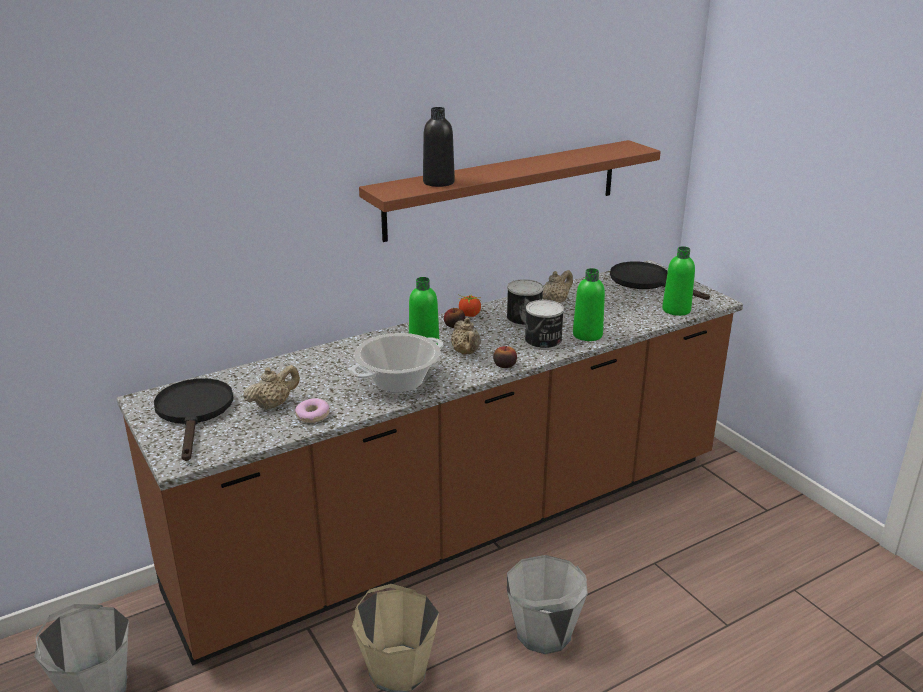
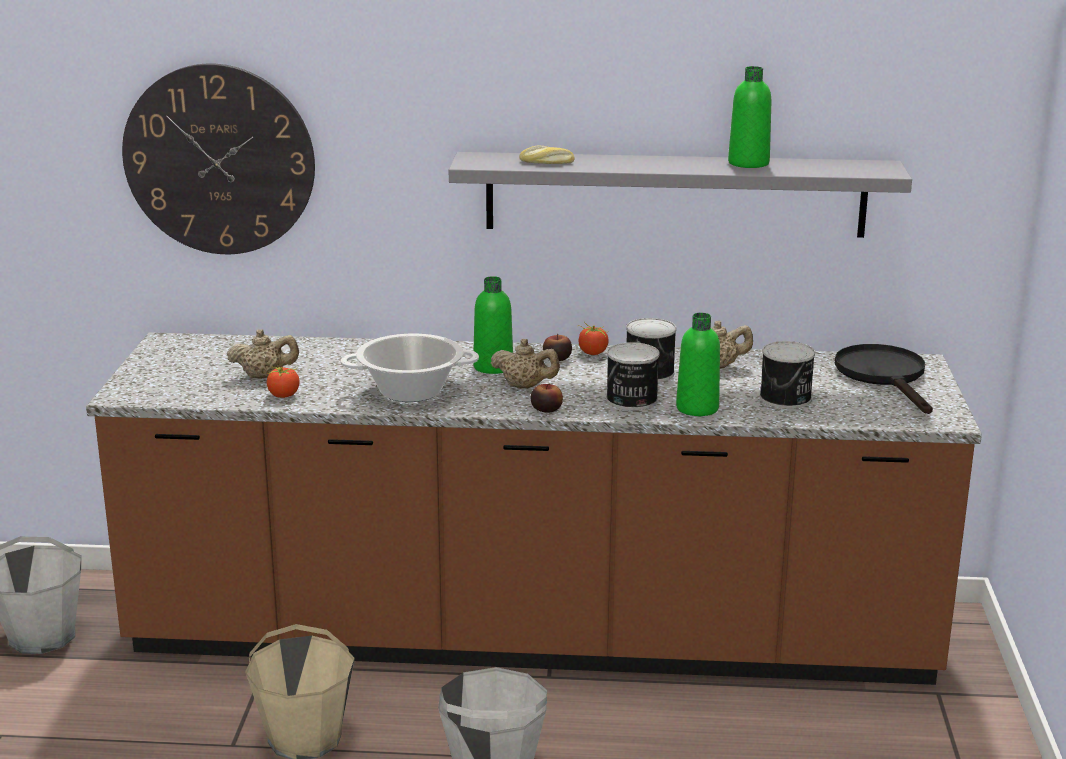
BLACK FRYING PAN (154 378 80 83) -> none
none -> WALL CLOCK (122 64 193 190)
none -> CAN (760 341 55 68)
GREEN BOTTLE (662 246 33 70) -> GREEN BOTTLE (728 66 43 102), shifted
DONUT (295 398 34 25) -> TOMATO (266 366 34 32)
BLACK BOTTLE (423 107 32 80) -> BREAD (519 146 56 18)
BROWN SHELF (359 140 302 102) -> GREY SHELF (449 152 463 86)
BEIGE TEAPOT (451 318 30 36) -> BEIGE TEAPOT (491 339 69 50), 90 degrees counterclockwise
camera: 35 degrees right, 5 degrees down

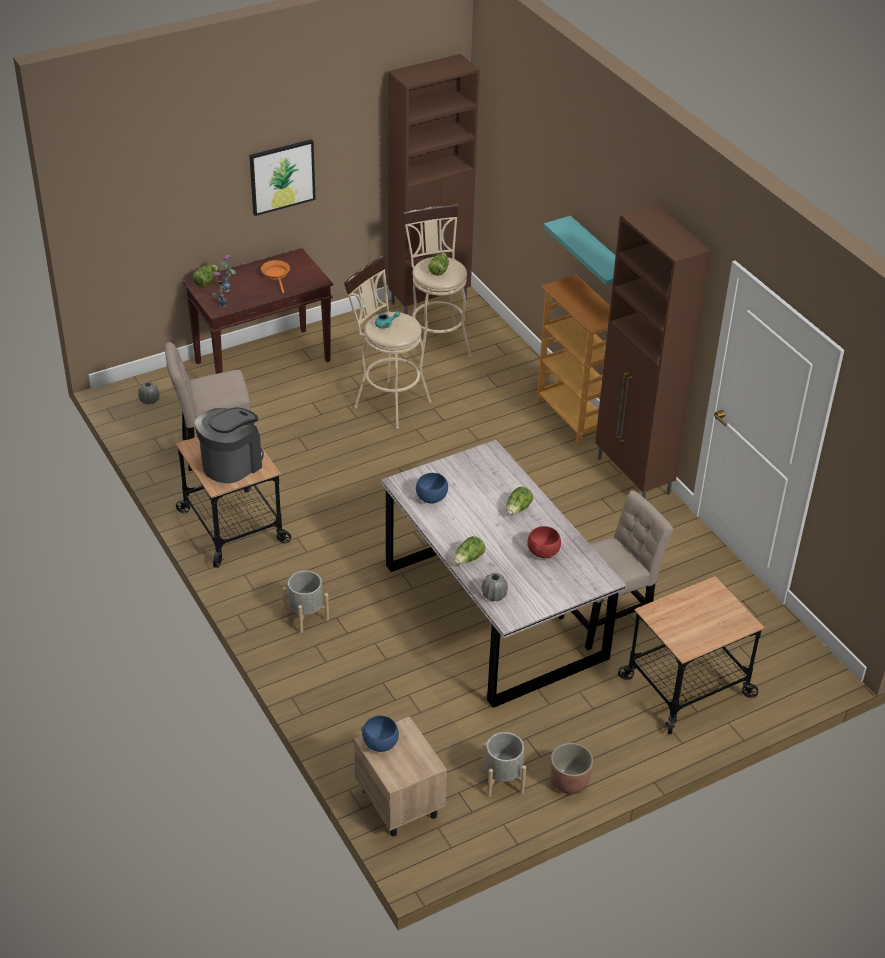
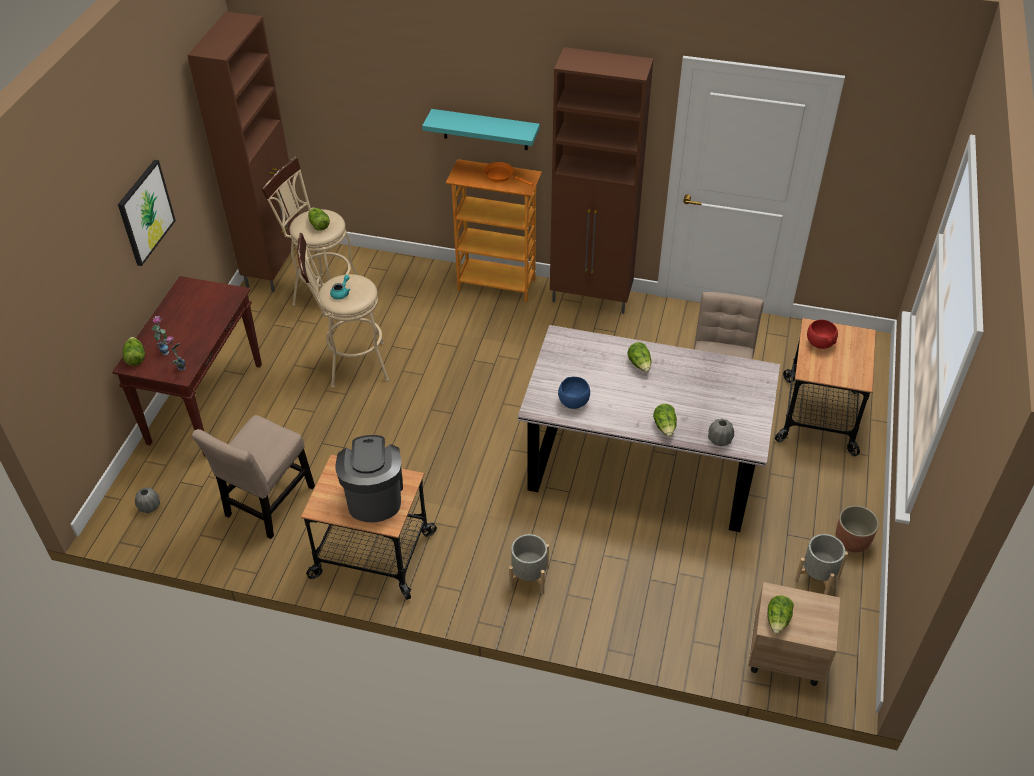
ORANGE FRYING PAN (261 260 29 33) -> ORANGE FRYING PAN (484 162 49 24), shifted
RED BOWL (527 526 34 33) -> RED BOWL (807 320 31 29), shifted
BLUE BOWL (361 716 38 36) -> LETTUCE (767 595 27 39)
camera: 45 degrees left, 5 degrees up

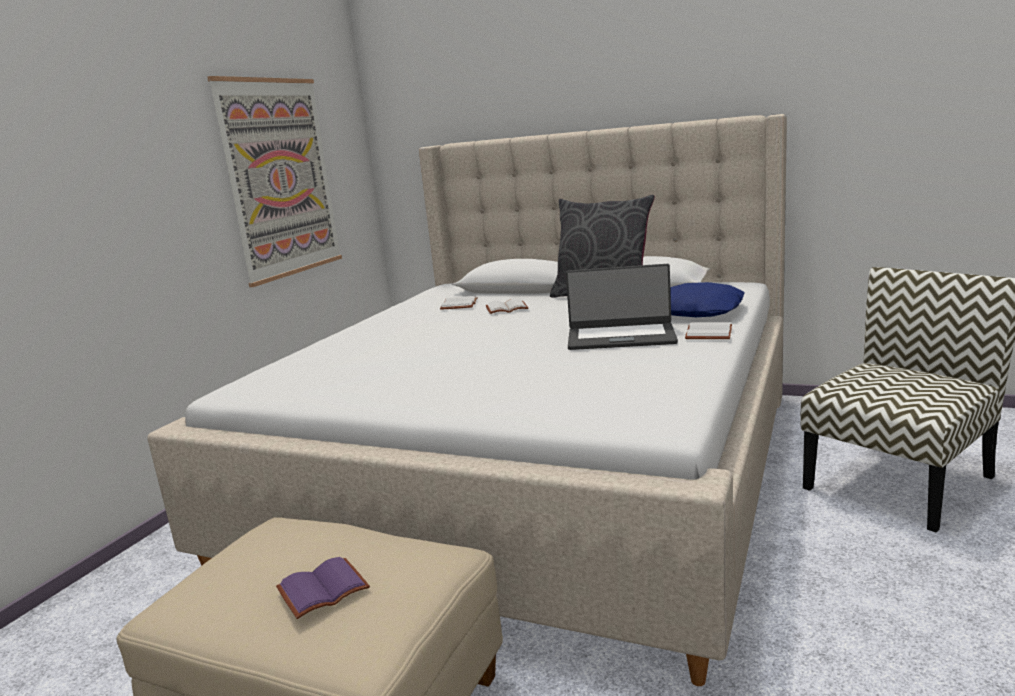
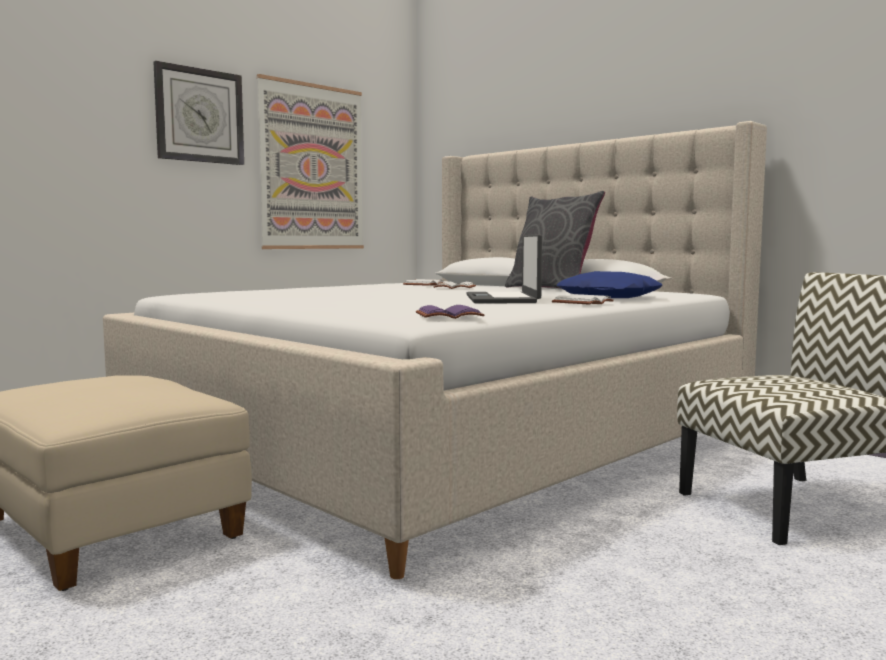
none -> WALL CLOCK (153 61 91 104)
PURPLE BOOK (276 557 94 62) -> PURPLE BOOK (416 305 68 14), shifted
LAPTOP (566 264 112 86) -> LAPTOP (466 234 76 69), 60 degrees clockwise
camera: 20 degrees right, 10 degrees down

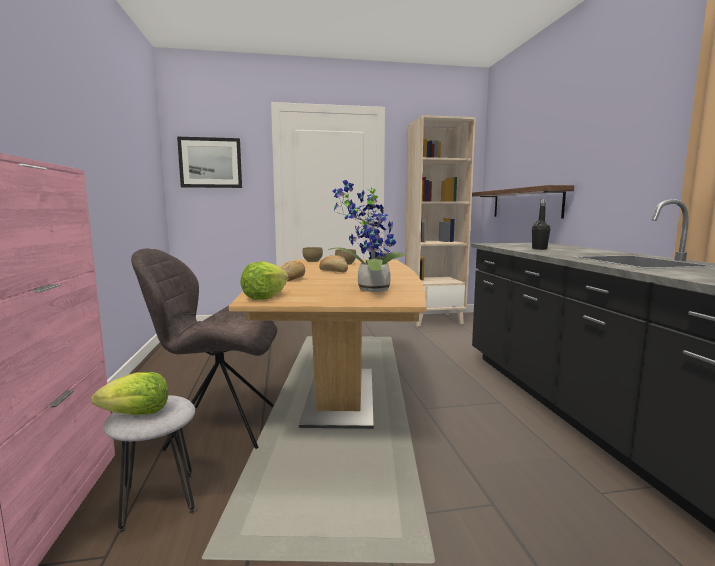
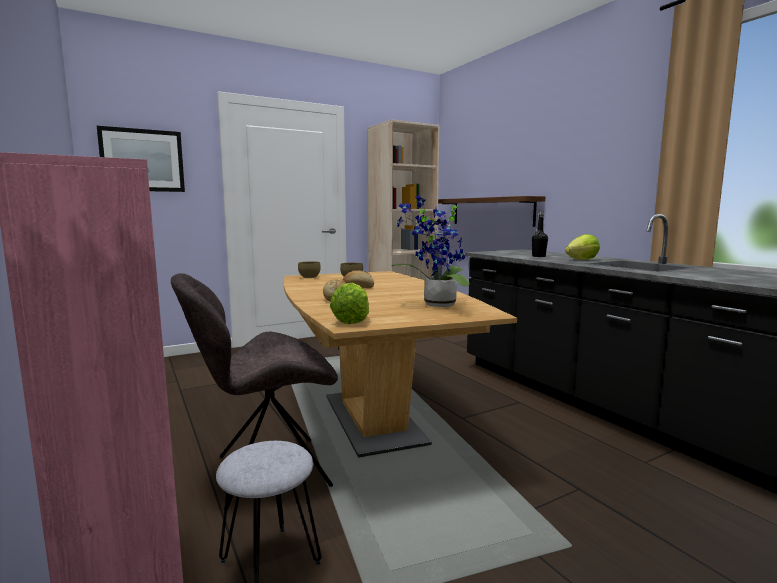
LETTUCE (91 372 78 43) -> LETTUCE (565 234 35 26), shifted
camera: 20 degrees left, 0 degrees up

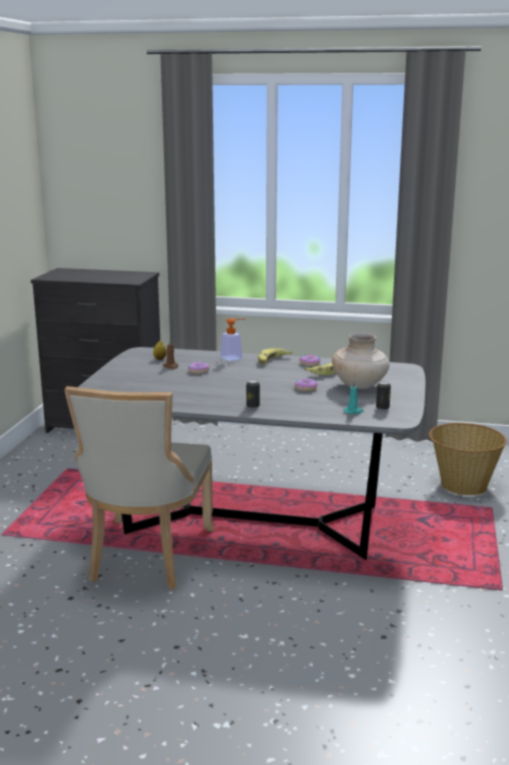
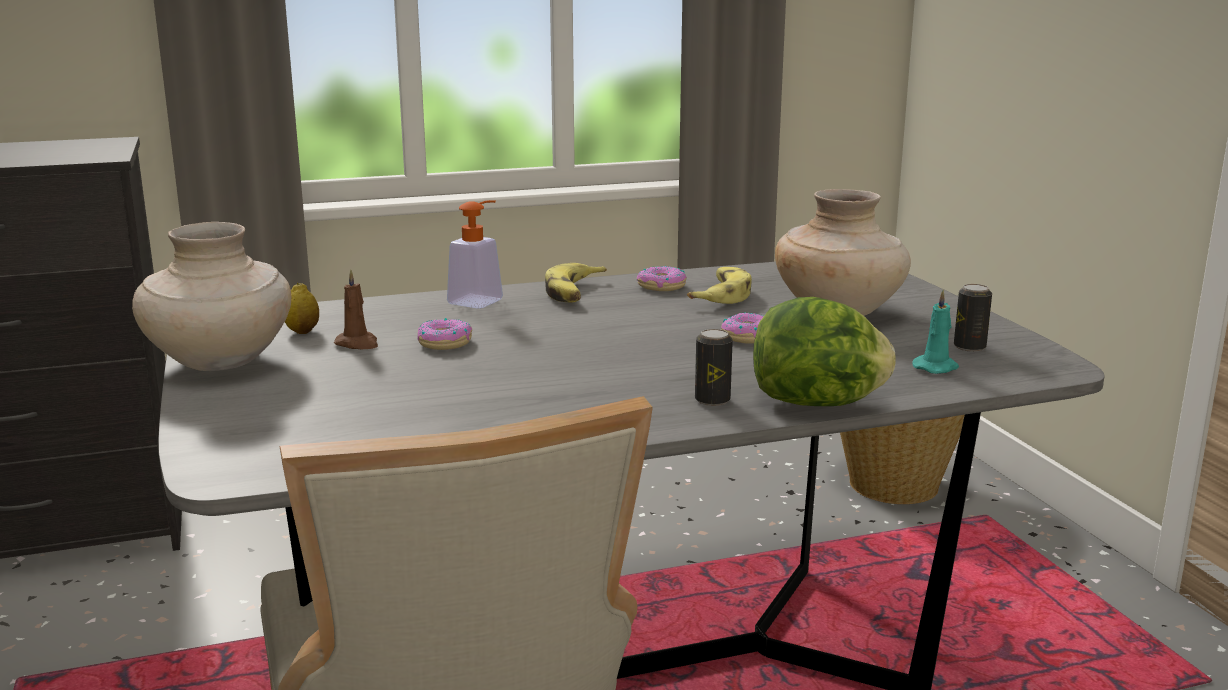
none -> BEIGE VASE (132 222 159 149)
none -> LETTUCE (753 297 143 109)
camera: 30 degrees left, 0 degrees up

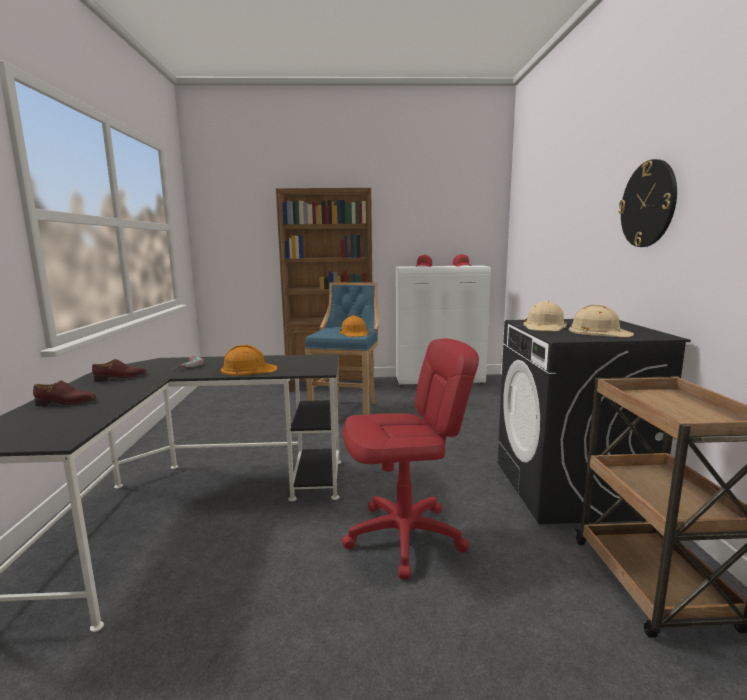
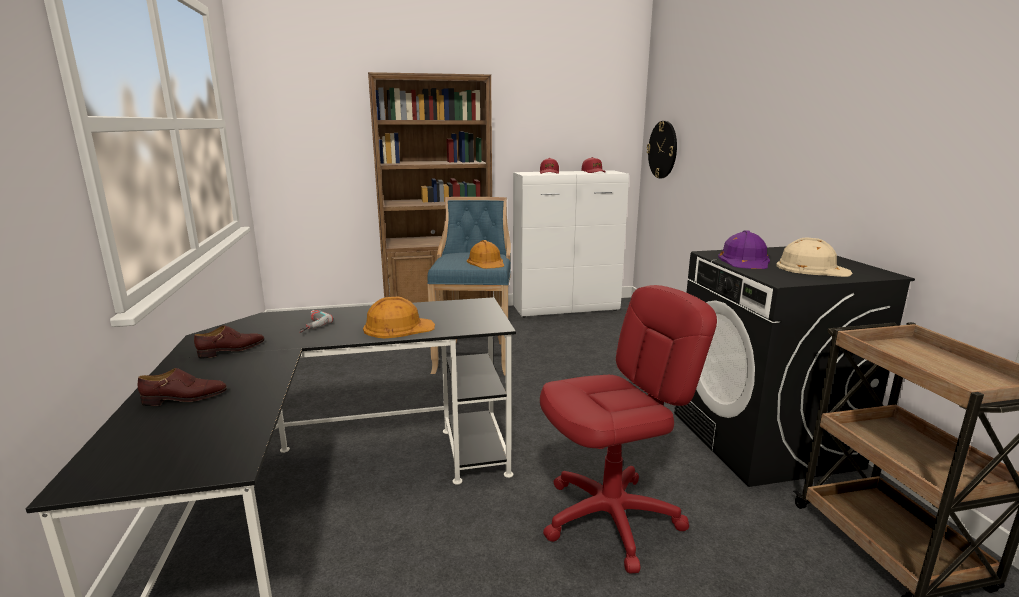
WALL CLOCK (619 159 58 88) -> WALL CLOCK (647 121 30 57), shifted
BEIGE HARD HAT (523 300 44 31) -> PURPLE HARD HAT (718 230 52 39)
camera: 10 degrees left, 5 degrees up

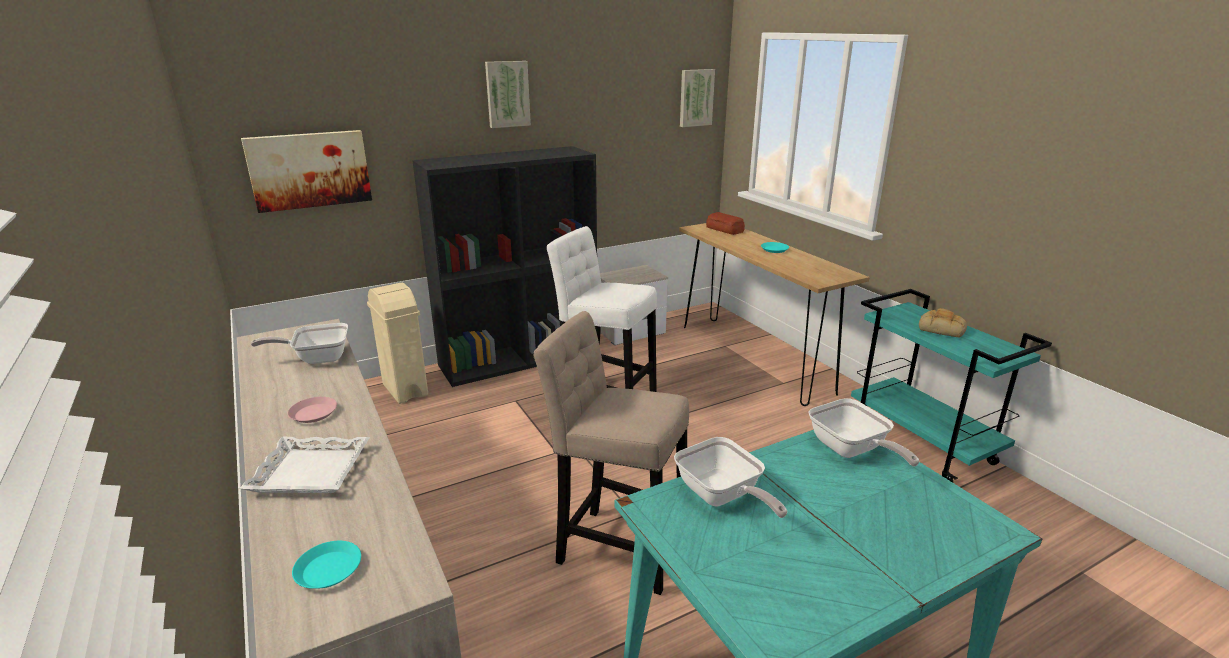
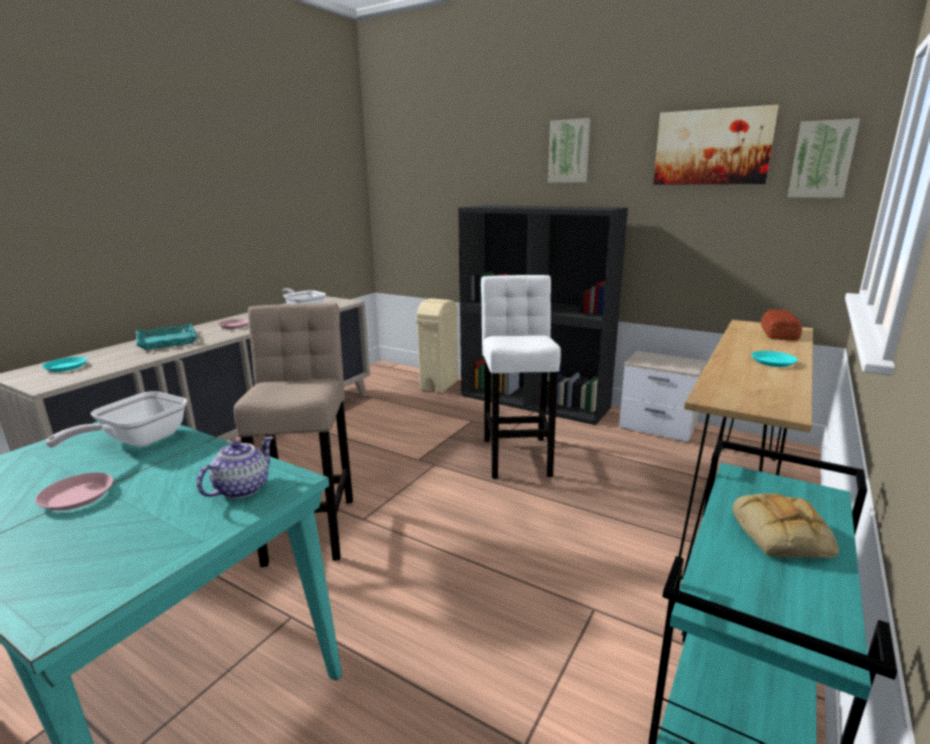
none -> PINK PLATE (35 473 79 38)
PICTURE (241 130 131 83) -> PICTURE (653 105 126 80), shifted
FRYING PAN (808 398 111 69) -> TEAPOT (197 436 77 63)
WHITE TRAY (239 437 131 56) -> TURQUOISE TRAY (136 324 62 26)
camera: 60 degrees right, 5 degrees down

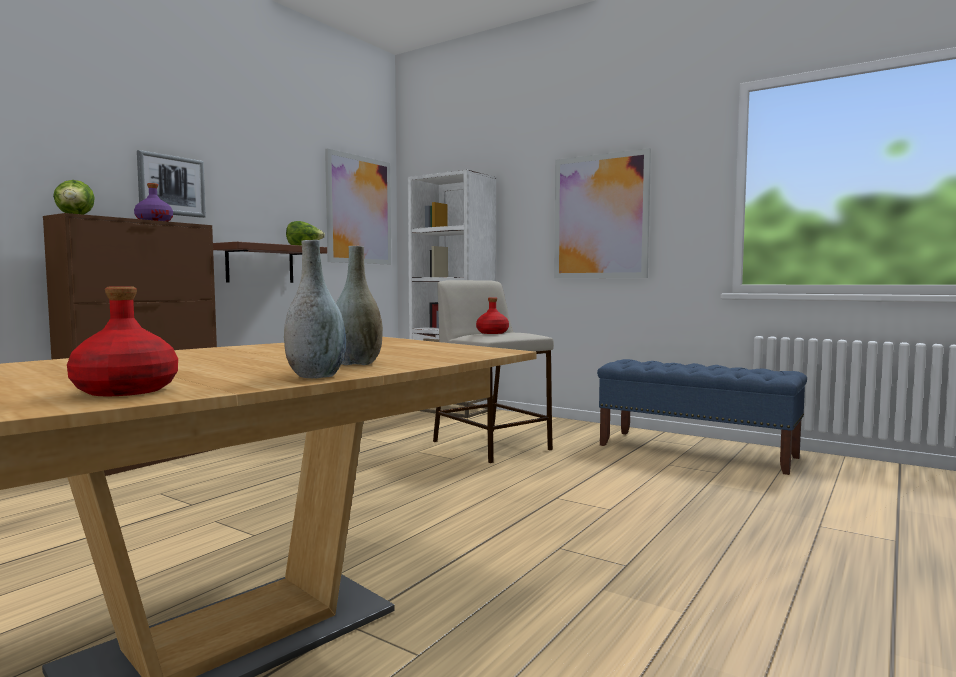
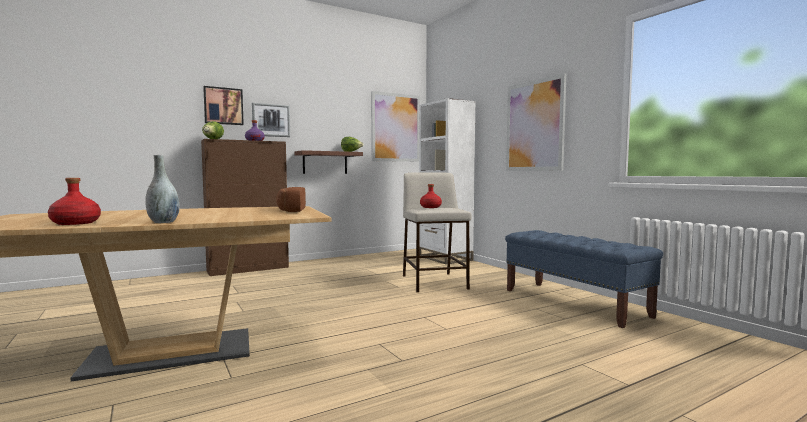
GREY VASE (336 246 47 119) -> none
none -> PICTURE (203 86 41 39)
none -> BREAD (276 187 30 25)
camera: 25 degrees right, 0 degrees up

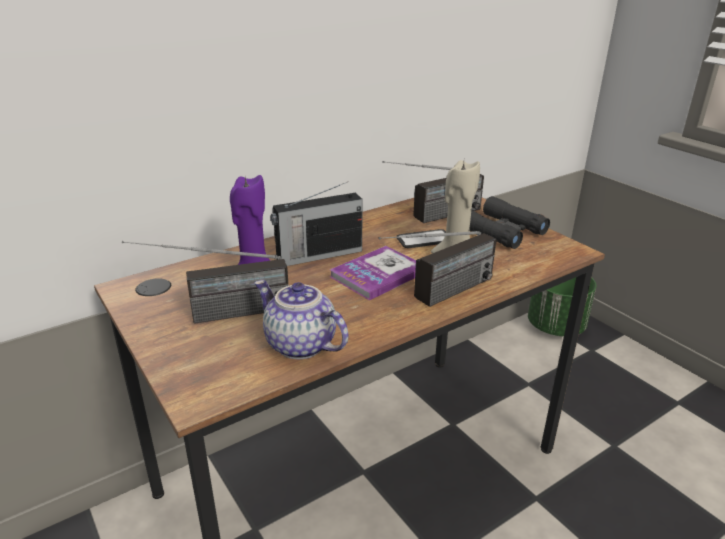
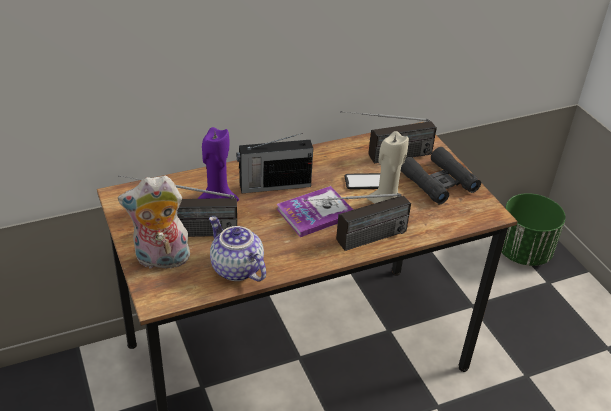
none -> PLUSH TOY (118 176 73 96)
camera: 10 degrees right, 10 degrees up

